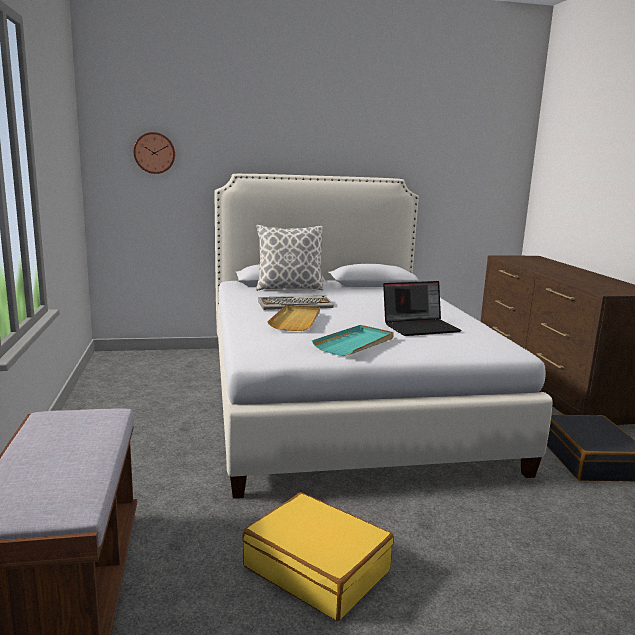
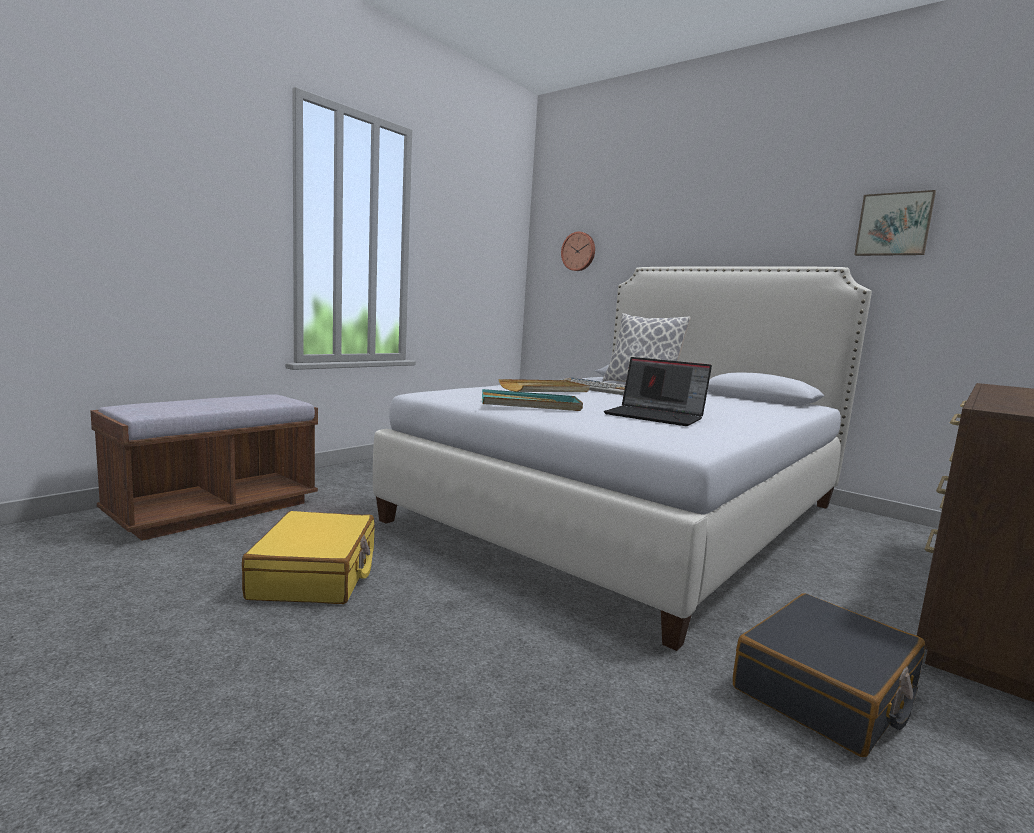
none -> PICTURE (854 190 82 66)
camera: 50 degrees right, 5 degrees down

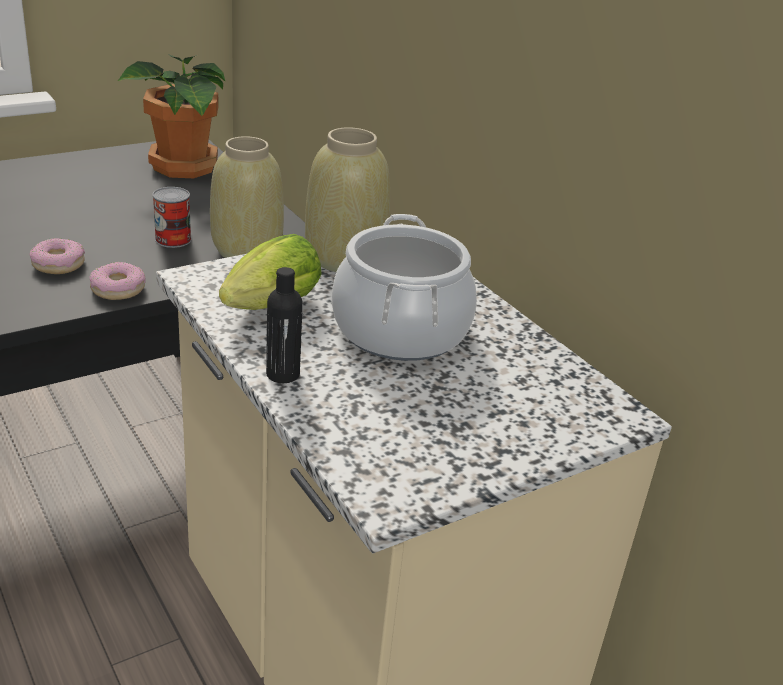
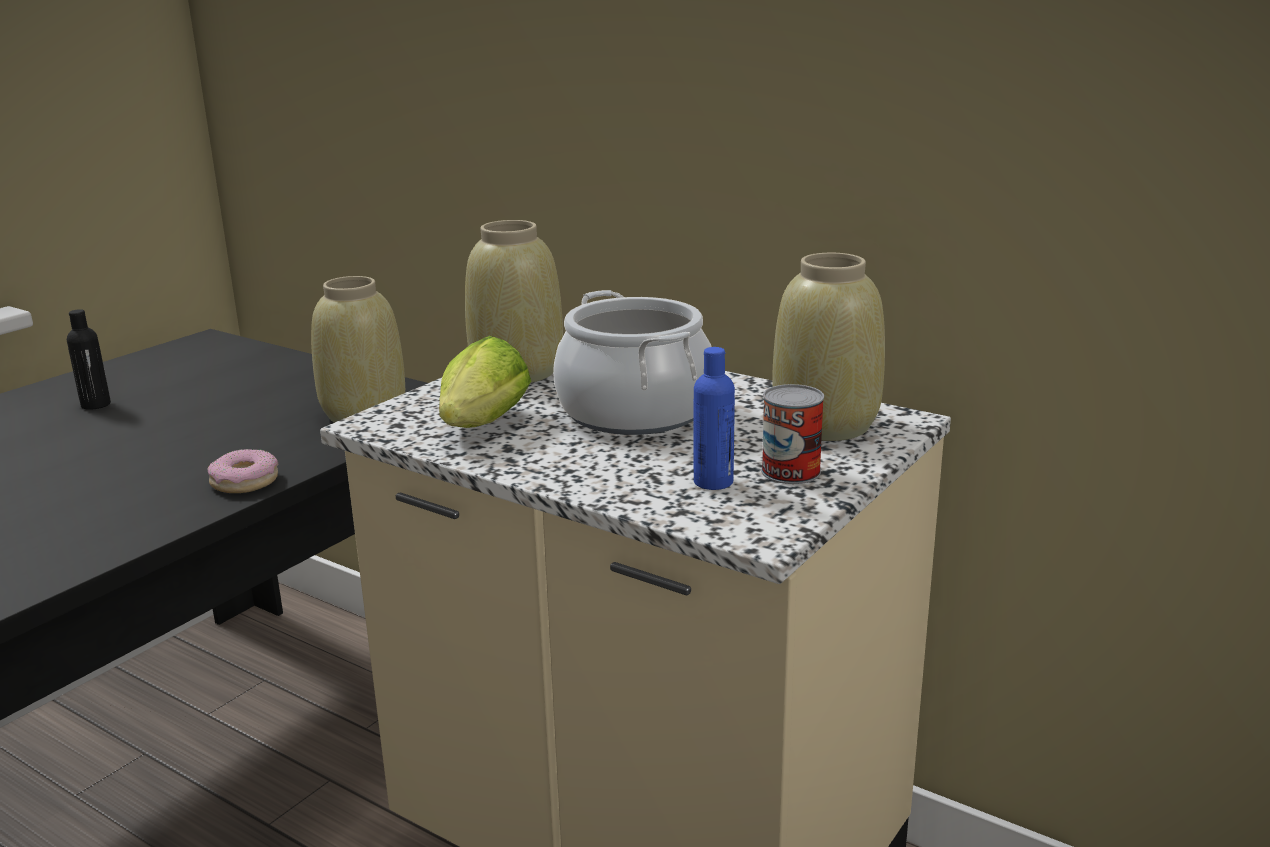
DONUT (29 238 56 36) -> none
POTTED PLANT (118 54 107 124) -> none
none -> BLUE BOTTLE (693 347 42 143)
none -> BEIGE VASE (772 253 113 188)
CAN (152 187 39 61) -> CAN (761 384 63 100), shifted
BLACK BOTTLE (266 267 36 116) -> BLACK BOTTLE (67 309 44 101), shifted
camera: 20 degrees left, 10 degrees down

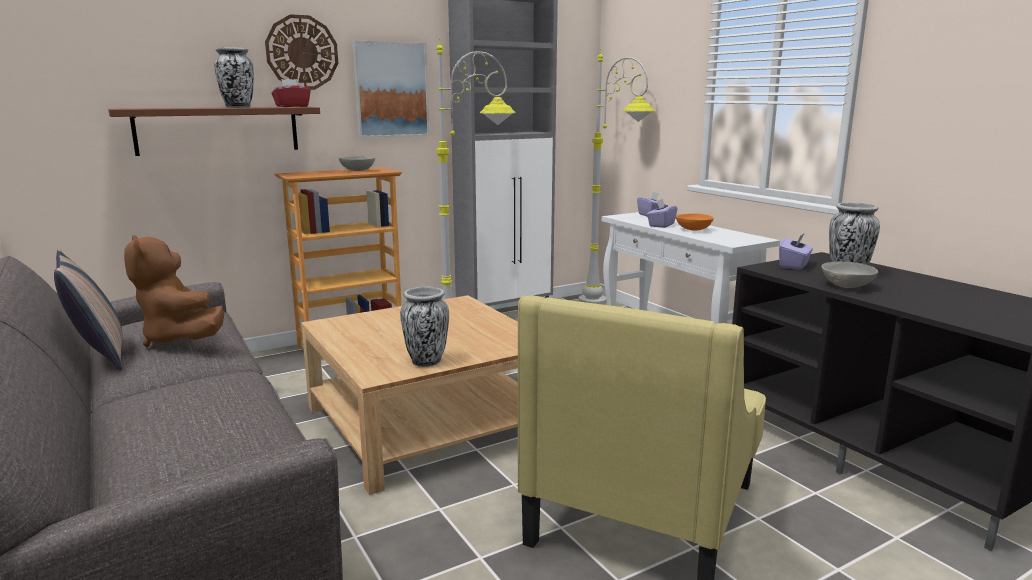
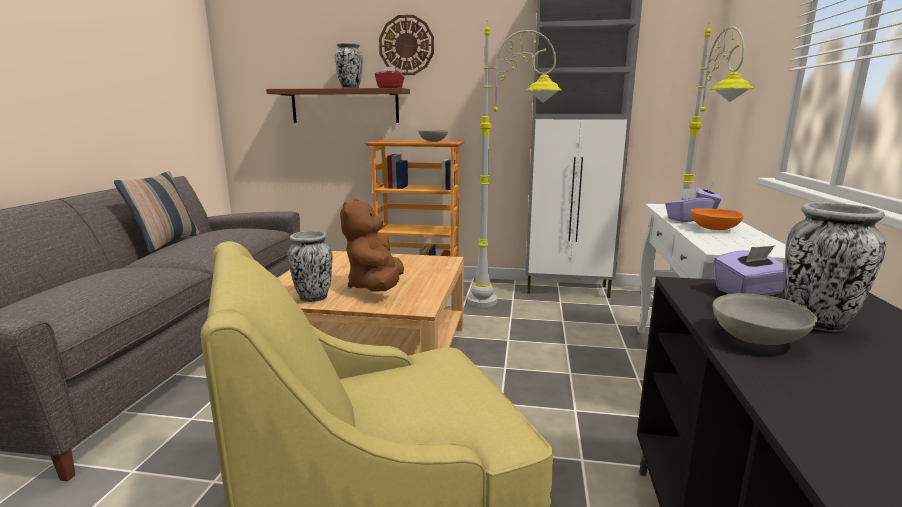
PICTURE (353 40 76 98) -> none
BROWN PLUSH TOY (124 235 100 112) -> BROWN PLUSH TOY (340 198 64 93), shifted
camera: 40 degrees right, 0 degrees up

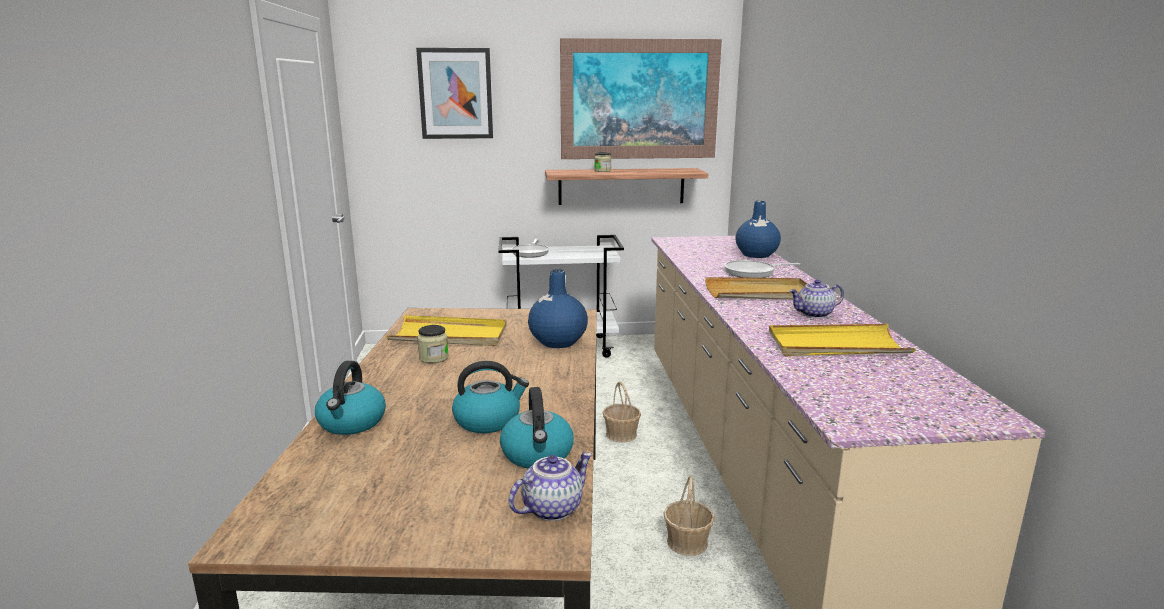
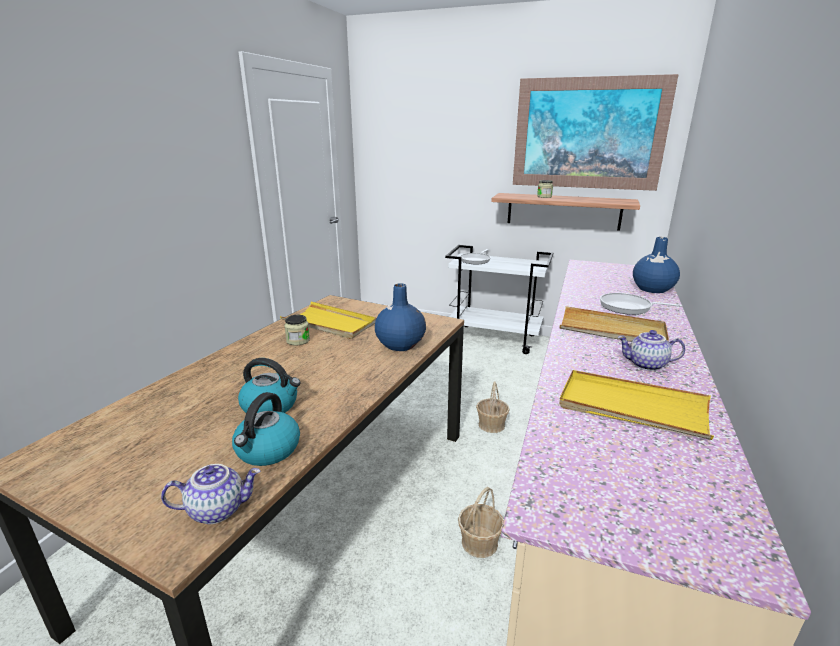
KETTLE (315 361 71 74) -> none
PICTURE (416 48 77 91) -> none
camera: 25 degrees right, 5 degrees up

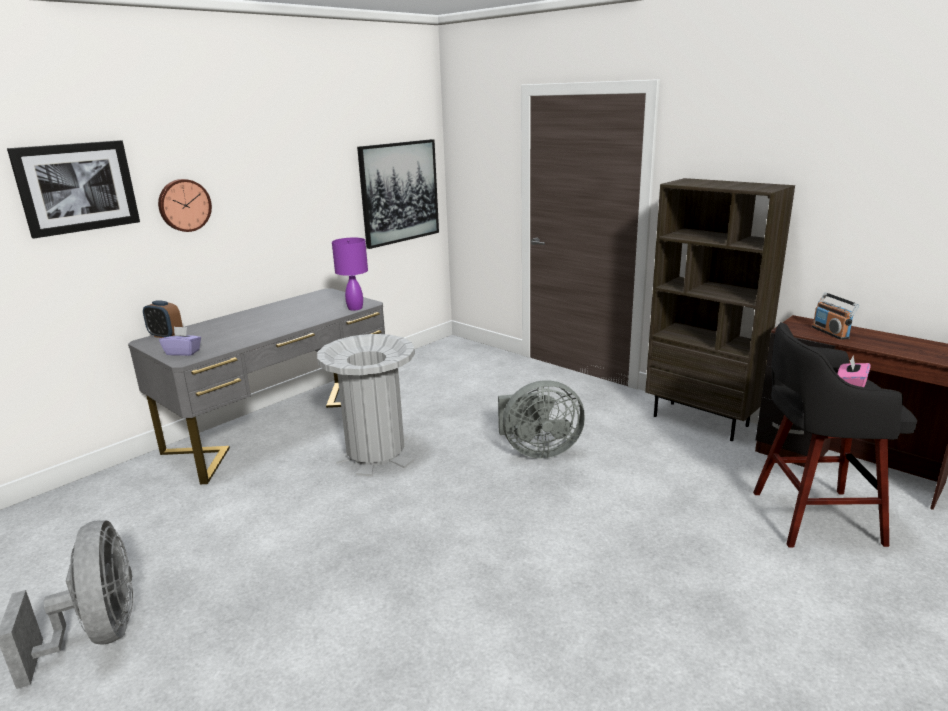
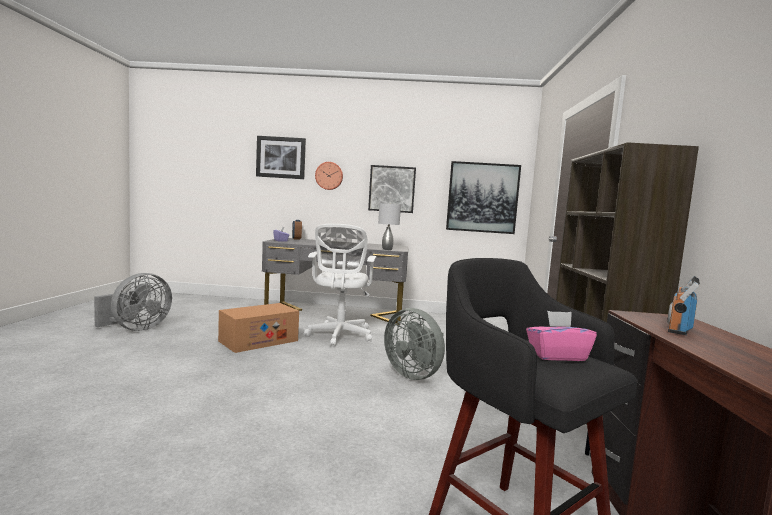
none -> CARDBOARD BOX (218 303 81 50)
none -> PICTURE (368 165 48 48)
GREY TRASH CAN (317 334 98 142) -> WHITE OFFICE CHAIR (304 224 73 122)
PURPLE TABLE LAMP (332 238 36 73) -> GREY TABLE LAMP (378 203 23 47)
camera: 50 degrees right, 15 degrees down

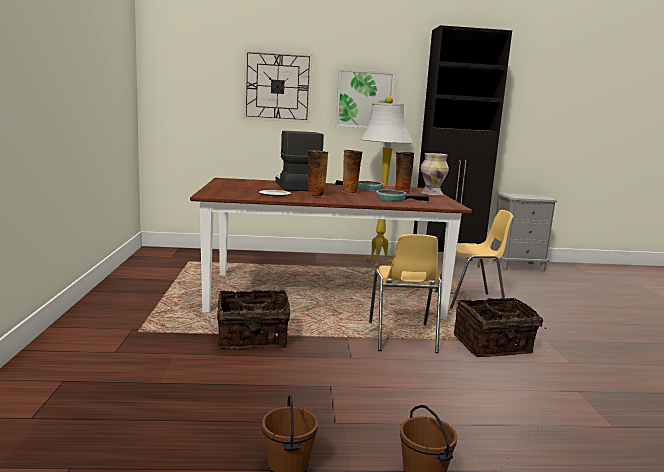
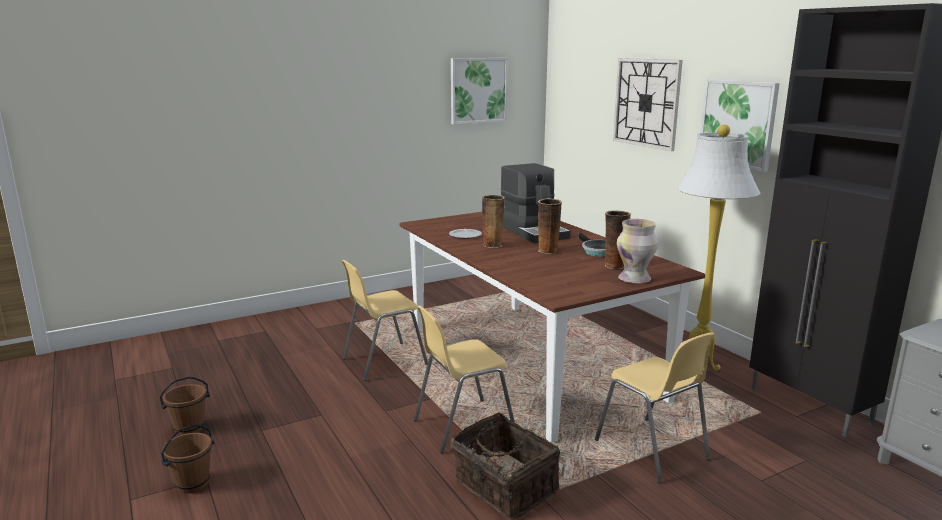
FRYING PAN (376 190 53 11) -> none
none -> PICTURE (451 58 57 67)
BASKET (217 290 73 59) -> YELLOW CHAIR (342 260 86 121)
COFFEE MACHINE (275 131 49 60) -> COFFEE MACHINE (501 163 70 80), 105 degrees clockwise
camera: 65 degrees right, 5 degrees up

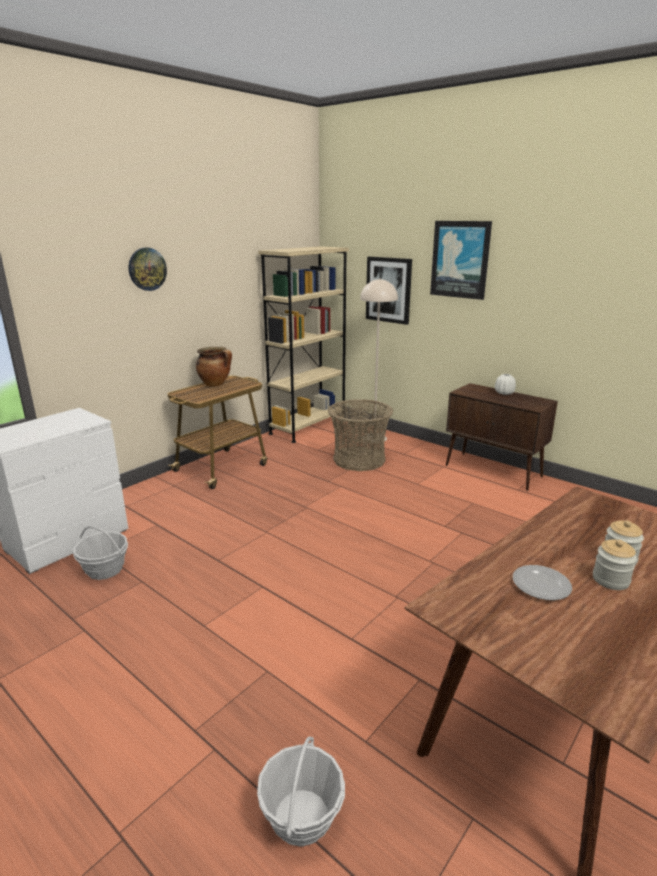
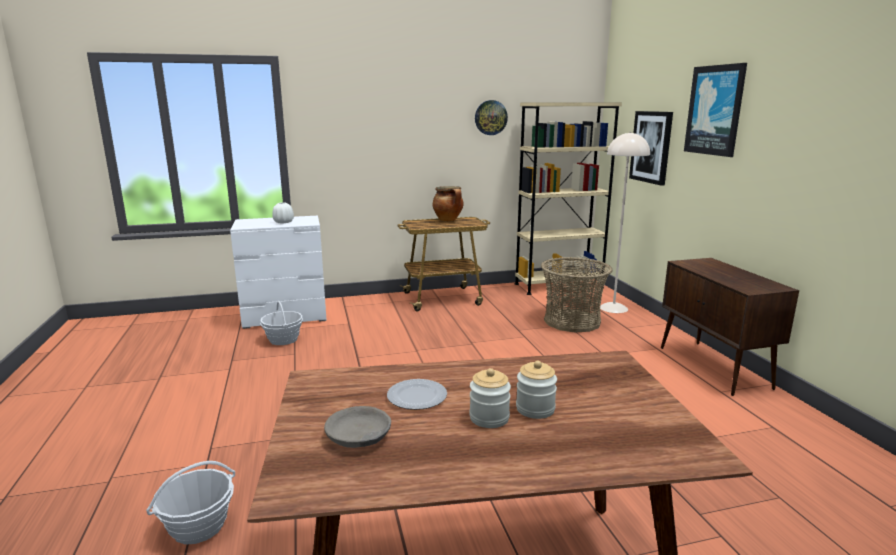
none -> GREY BOWL (324 406 67 42)
WALL CLOCK (128 248 39 43) -> WALL CLOCK (475 100 33 35), shifted
WHITE VASE (495 374 21 21) -> WHITE VASE (272 202 22 21), shifted
camera: 35 degrees right, 5 degrees down

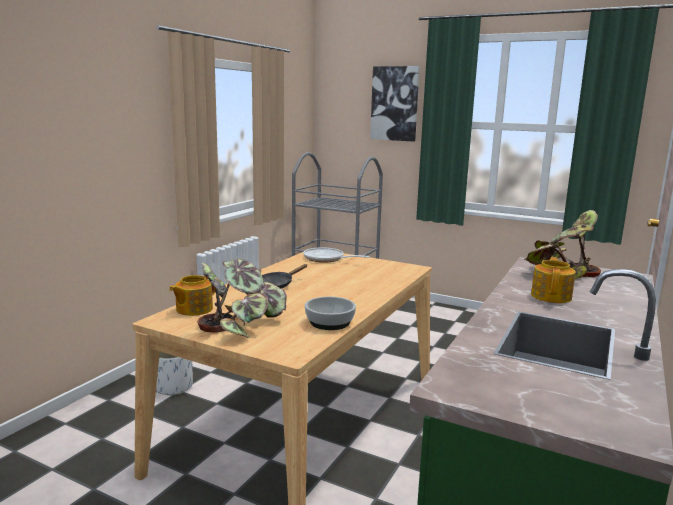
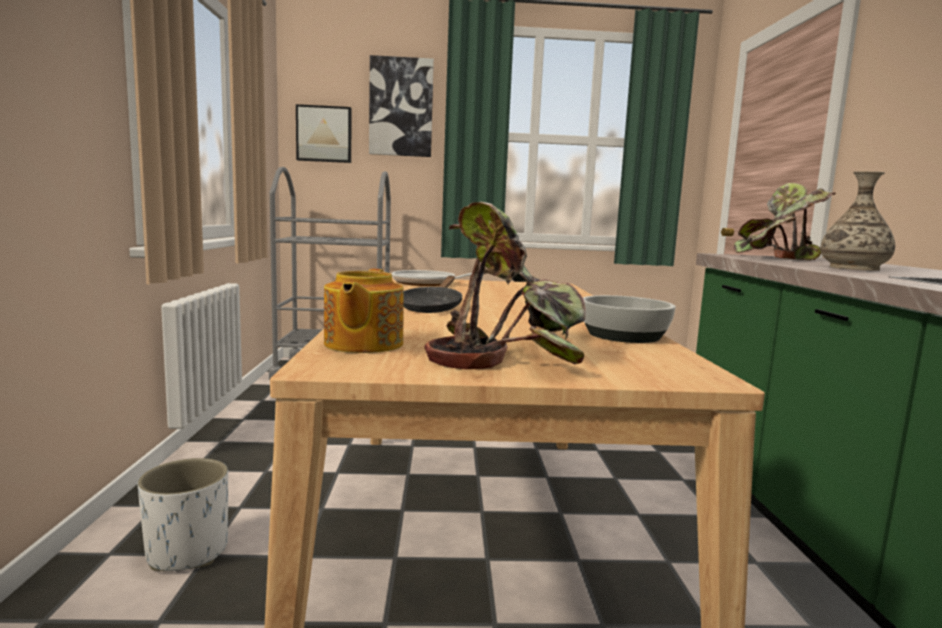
none -> PICTURE (296 104 56 59)
TEAPOT (531 257 45 46) -> VASE (820 171 75 100)
camera: 30 degrees left, 5 degrees down

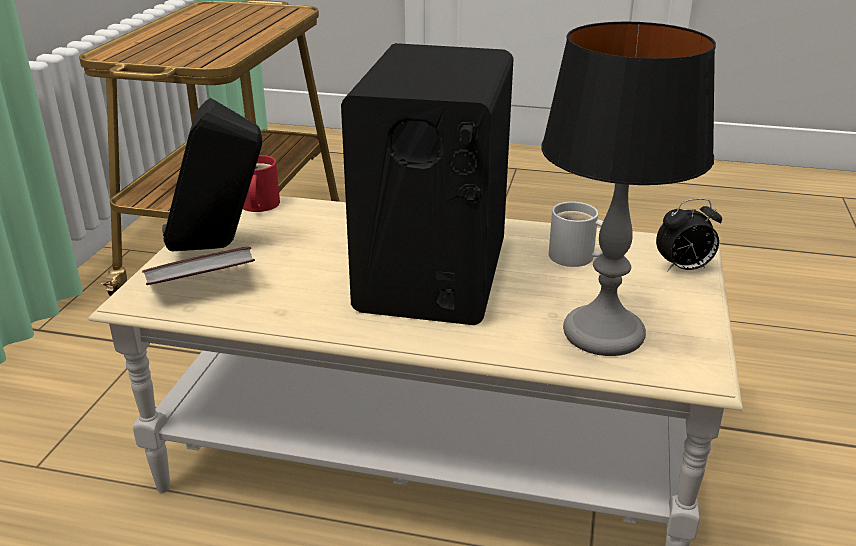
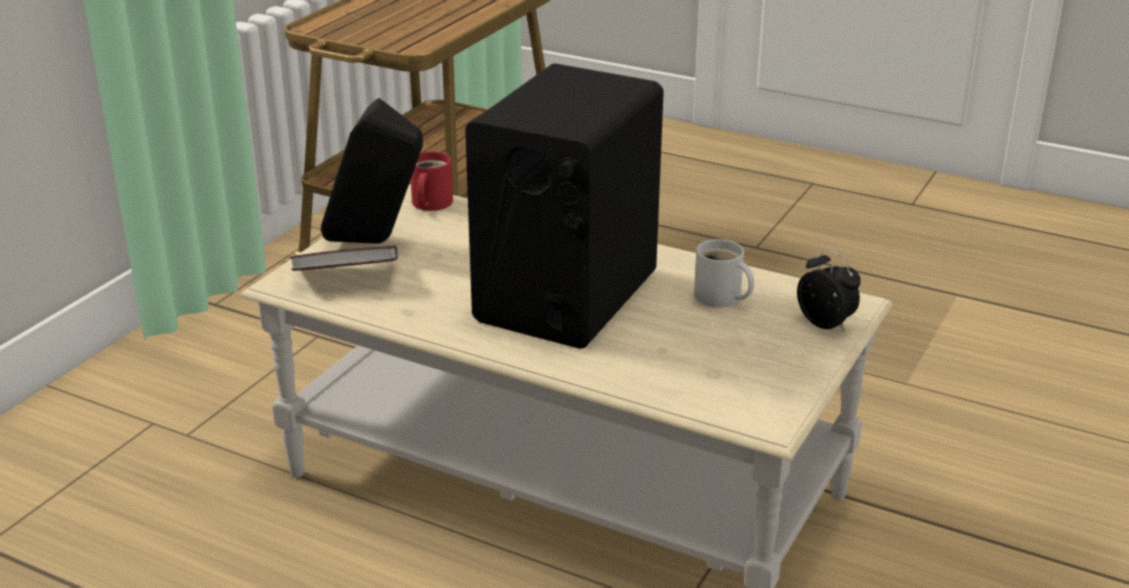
TABLE LAMP (541 22 175 334) -> none
ALARM CLOCK (656 198 66 74) -> ALARM CLOCK (797 249 64 83), 135 degrees counterclockwise
camera: 15 degrees right, 0 degrees up

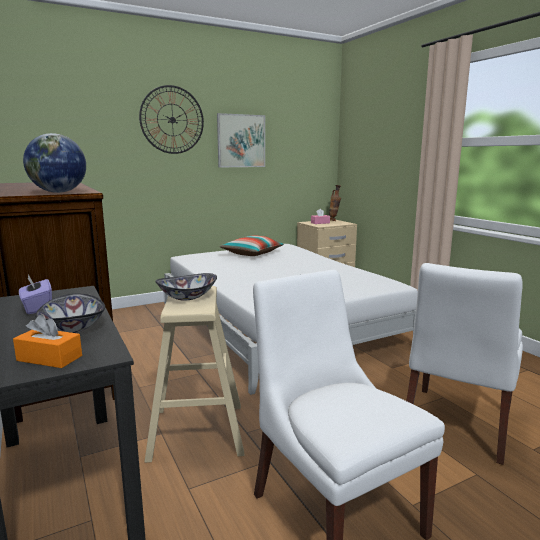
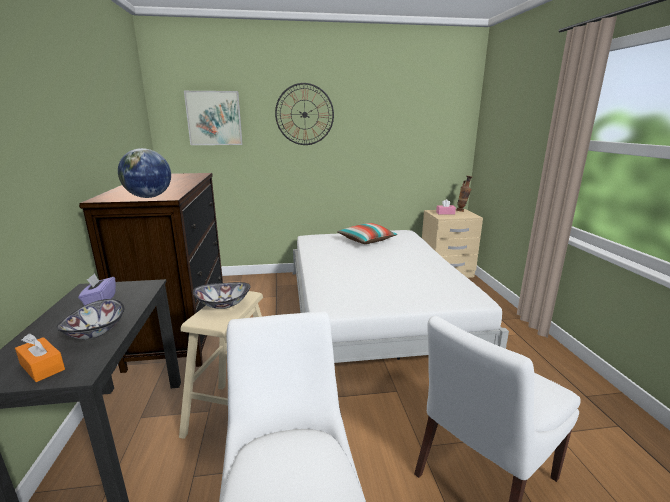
PICTURE (217 113 48 55) -> PICTURE (184 91 59 54), shifted
camera: 20 degrees right, 5 degrees up

